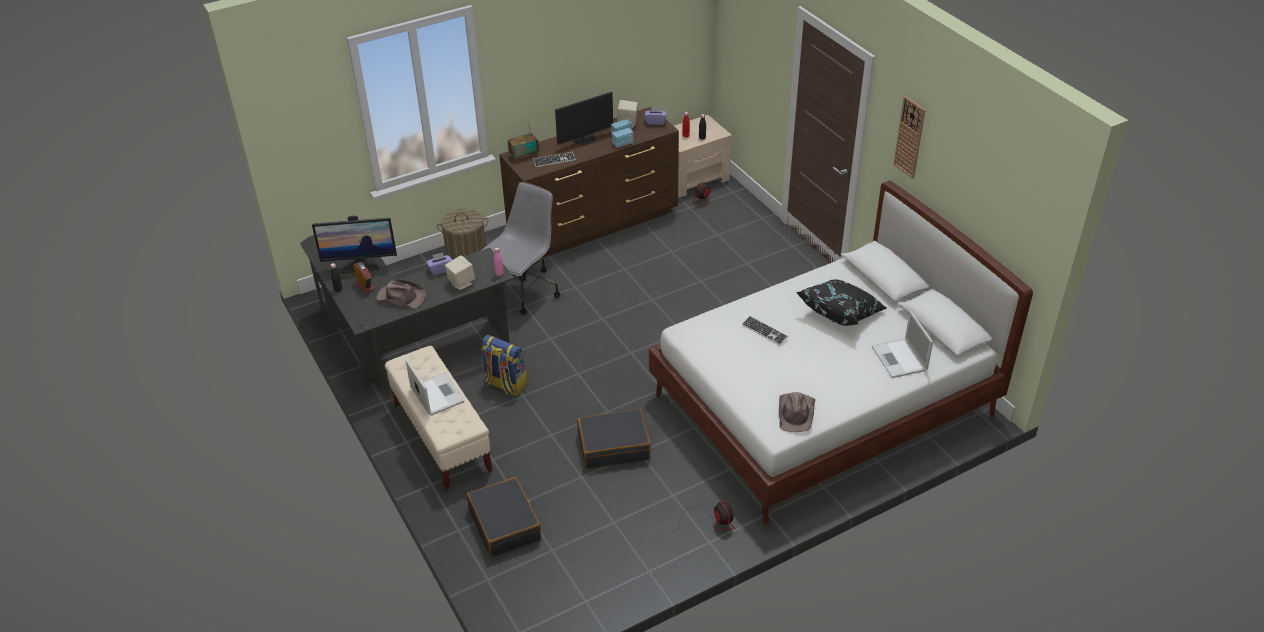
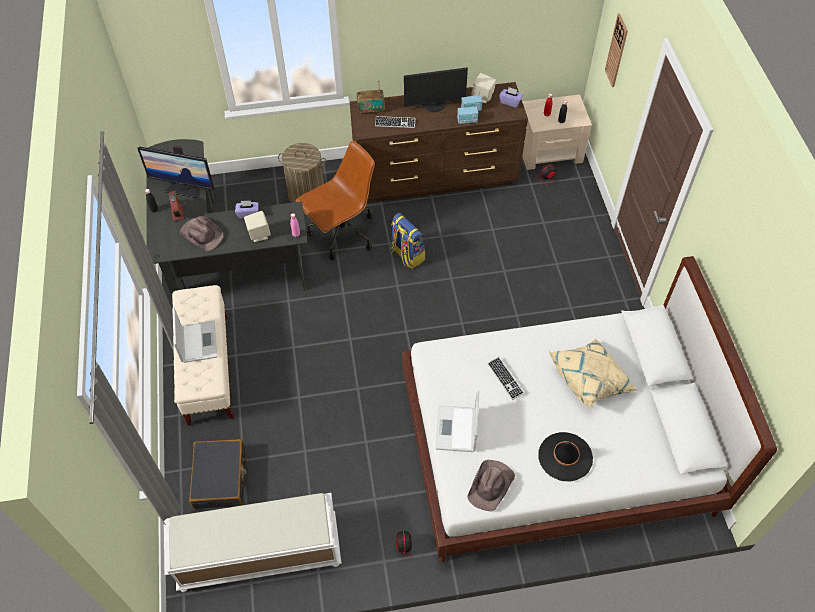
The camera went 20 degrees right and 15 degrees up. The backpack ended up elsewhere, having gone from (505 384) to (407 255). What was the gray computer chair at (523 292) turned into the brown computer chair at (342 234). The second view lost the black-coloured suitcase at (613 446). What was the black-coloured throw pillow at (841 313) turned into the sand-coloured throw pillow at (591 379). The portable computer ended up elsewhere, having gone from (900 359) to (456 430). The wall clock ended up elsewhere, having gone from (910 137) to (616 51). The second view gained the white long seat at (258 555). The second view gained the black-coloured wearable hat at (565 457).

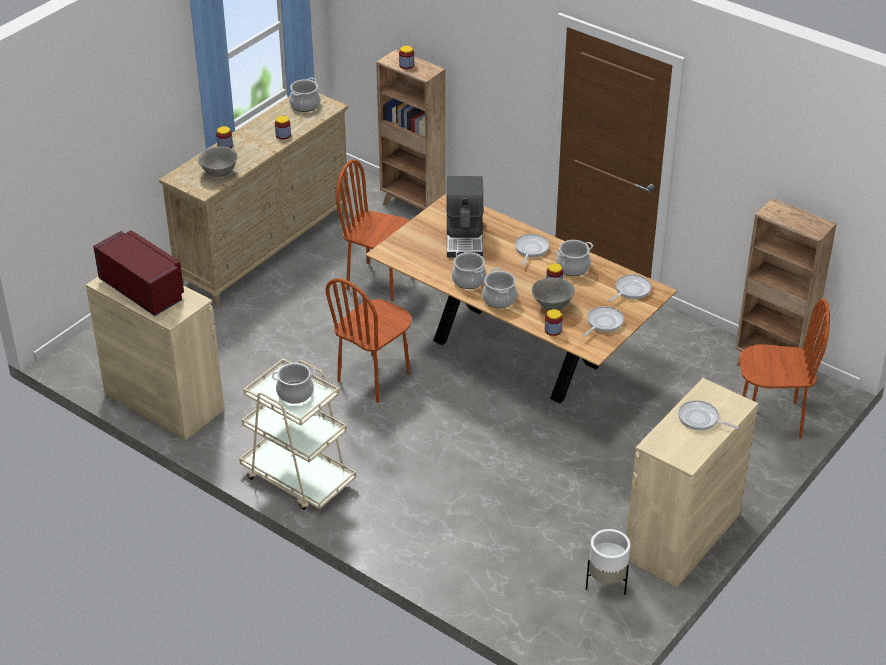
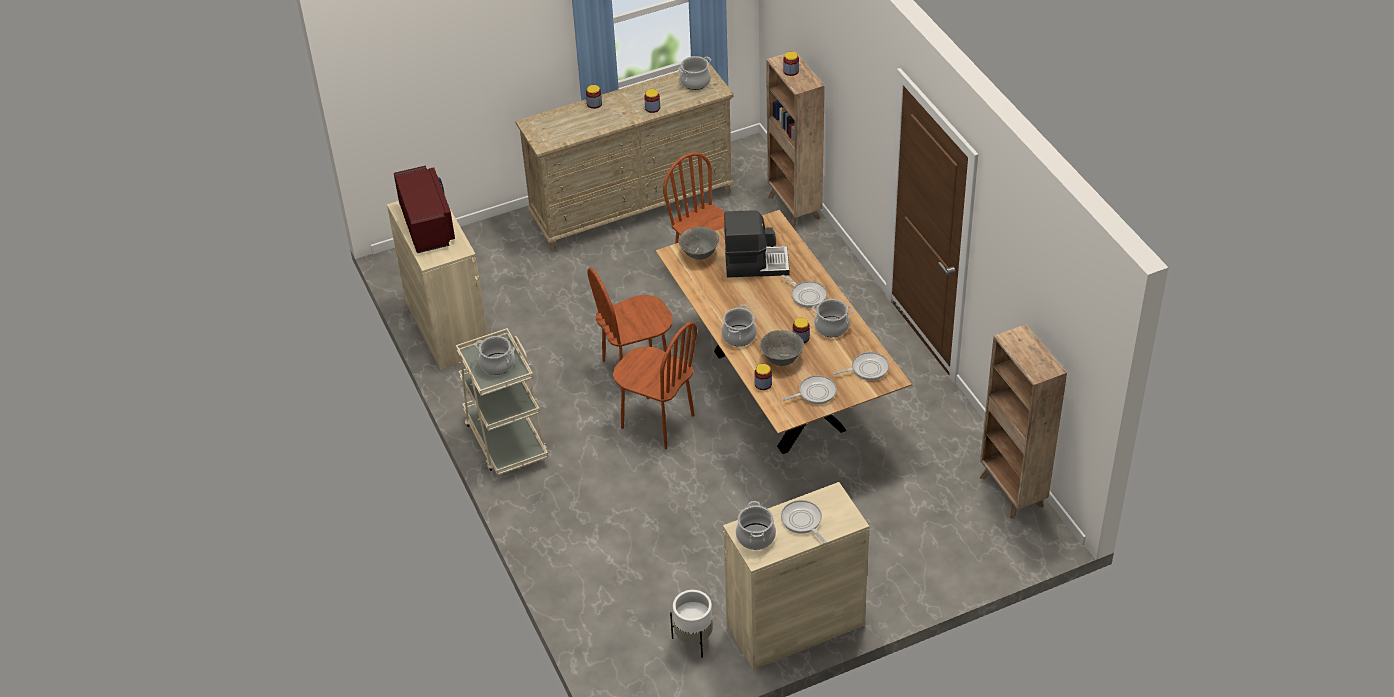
The camera went 30 degrees right and 5 degrees up. The gray serving bowl ended up elsewhere, having gone from (219 173) to (699 254). The coffee brewer at (465 238) ended up facing another way, 120 degrees counterclockwise from before. The cooking pot ended up elsewhere, having gone from (468 280) to (755 536). The pan at (531 249) ended up facing another way, 90 degrees clockwise from before. The brown upright chair ended up elsewhere, having gone from (771 419) to (657 422).

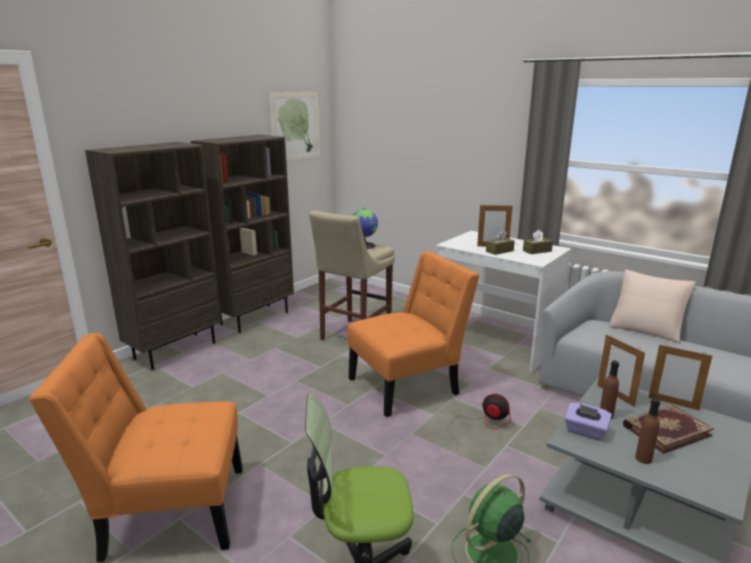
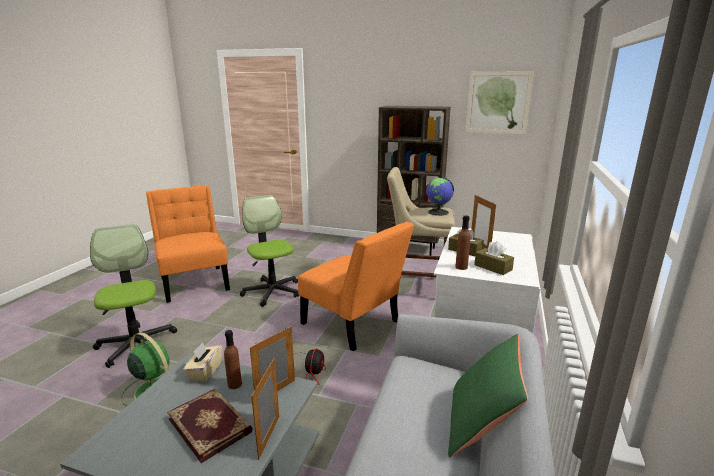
The camera went 70 degrees right and 0 degrees up. The second view lost the brown bookcase at (175 350). What was the purplish tissue holder at (585 431) turned into the sand-coloured tissue holder at (205 372). What was the sand-coloured throw pillow at (646 328) turned into the green throw pillow at (481 425). The brown beverage bottle ended up elsewhere, having gone from (643 459) to (461 267). The second view gained the computer chair at (272 292).

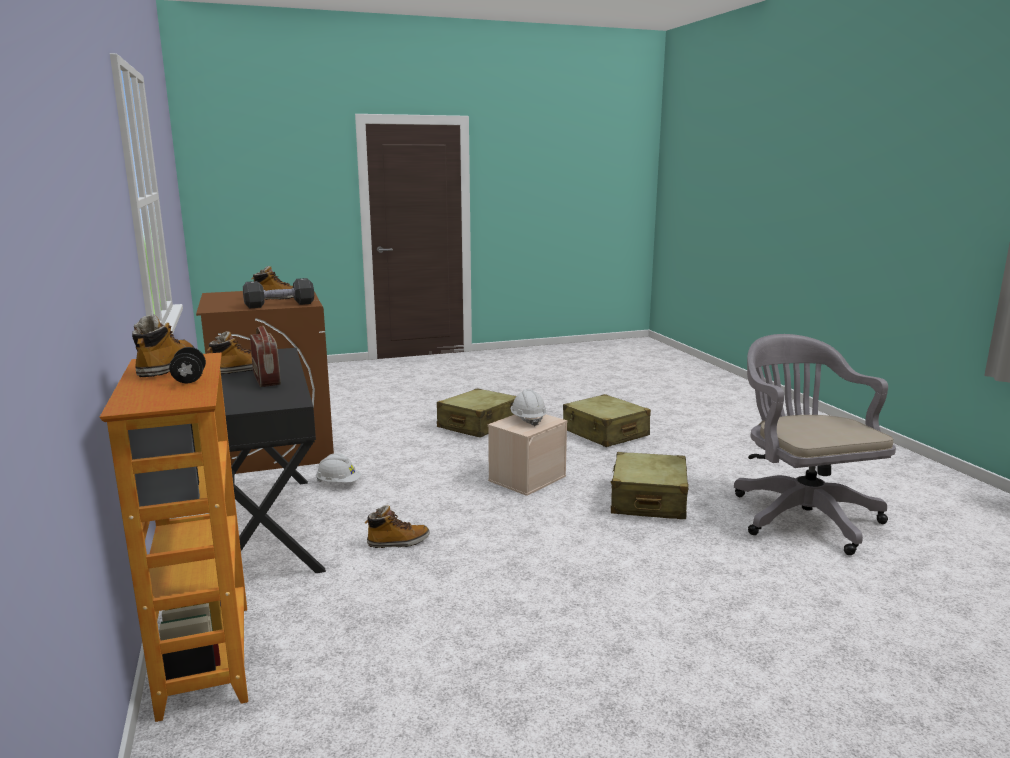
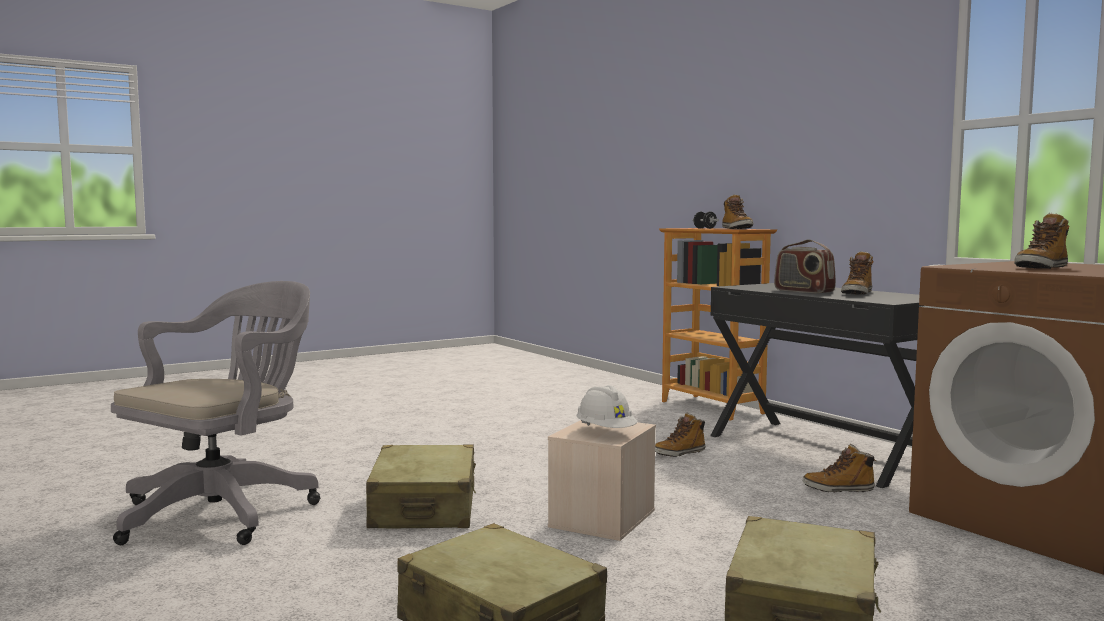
The camera went 165 degrees right and 10 degrees down. The second view lost the black-coloured hand weight at (279 305). Where the white safety helmet stood at (339 483), the tall boot came to stand at (838 489). The gray computer chair at (800 514) ended up facing another way, 120 degrees counterclockwise from before.

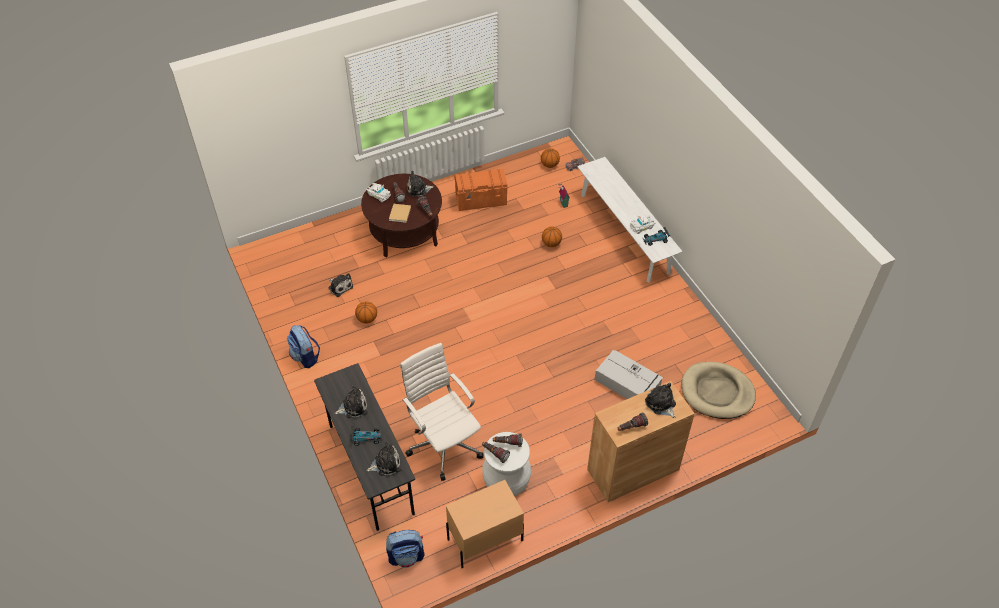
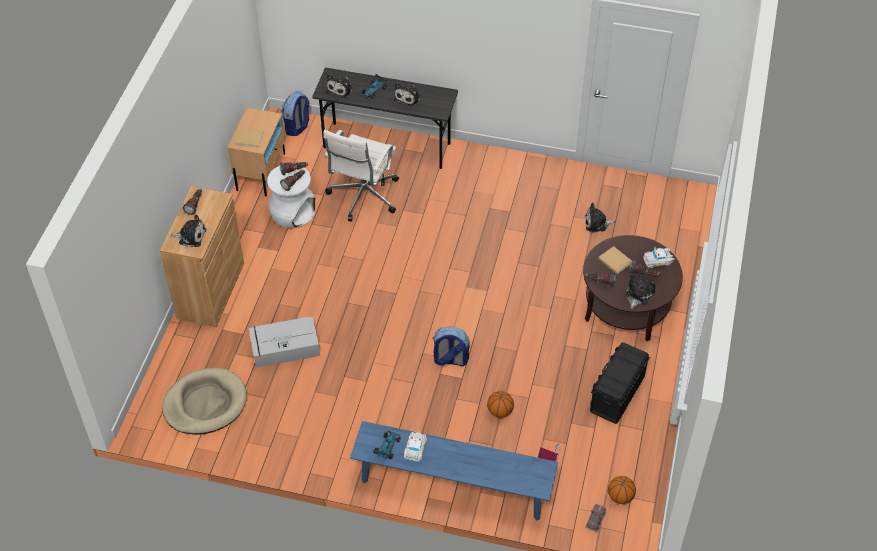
The camera went 130 degrees right and 0 degrees up. The backpack ended up elsewhere, having gone from (305 357) to (450 360). The second view lost the basketball ball at (367 319). The white computer chair at (444 443) ended up facing another way, 105 degrees clockwise from before. What was the orangey storage container at (481 201) turned into the black-coloured storage container at (616 395). What was the white long seat at (624 233) turned into the bluish long seat at (453 486). The second view gained the sand-coloured bound book at (250 139).

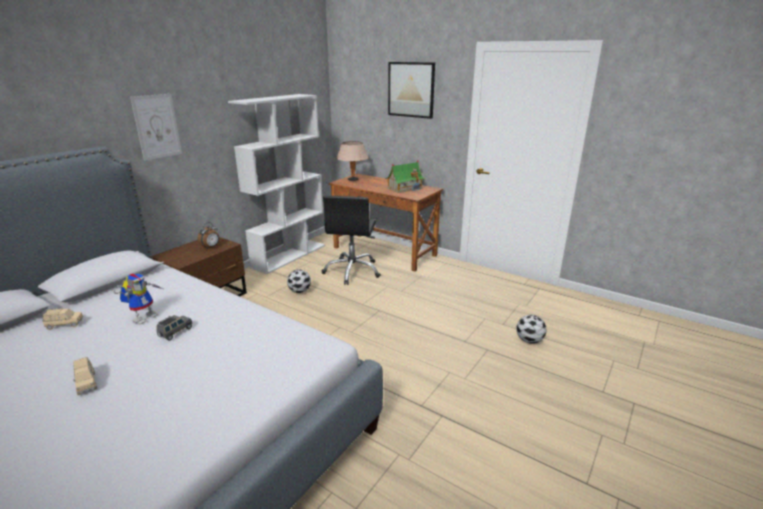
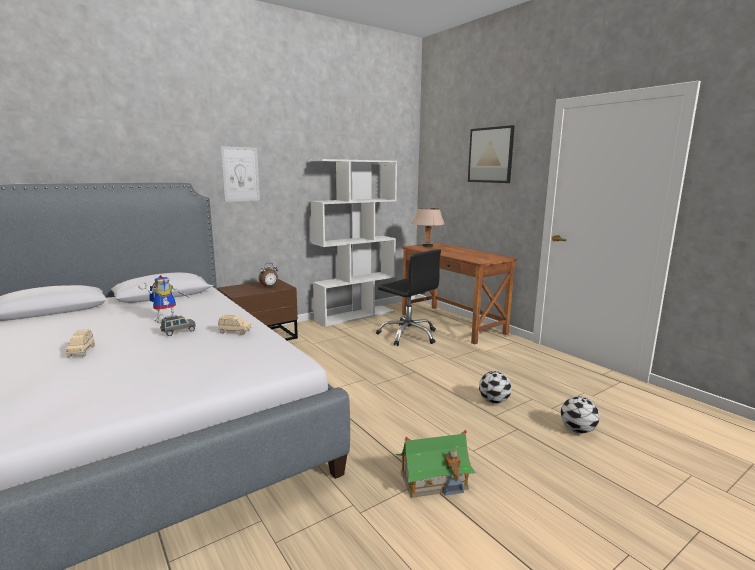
The camera went 20 degrees right and 10 degrees down. The sand-coloured miniature car ended up elsewhere, having gone from (64 325) to (234 332). The ball for football ended up elsewhere, having gone from (300 291) to (494 401). The black-coloured computer chair at (352 271) ended up facing another way, 75 degrees counterclockwise from before. The toy house ended up elsewhere, having gone from (405 188) to (434 480).

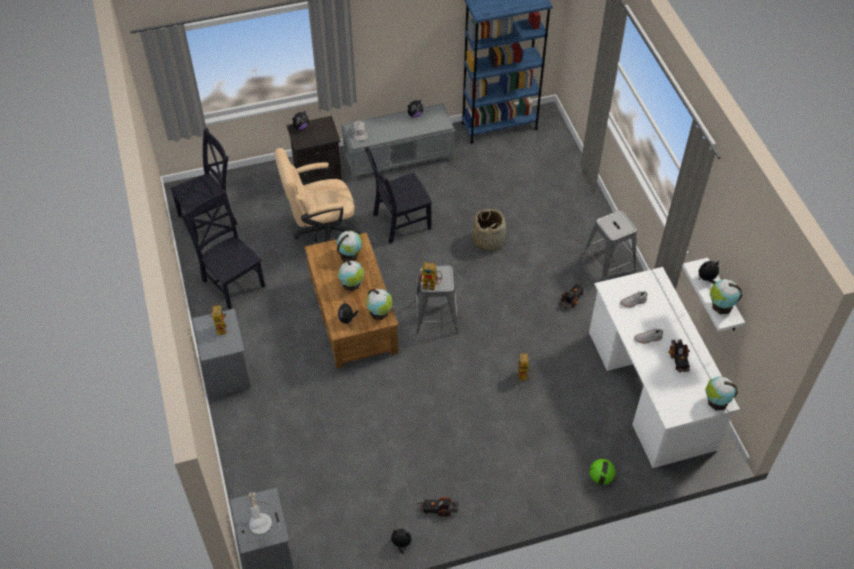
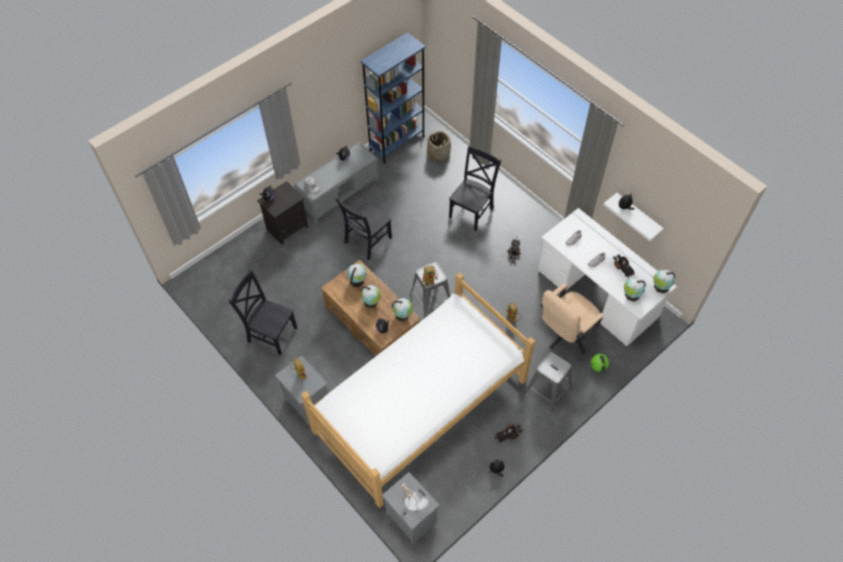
The camera went 25 degrees left and 5 degrees up. The black-coloured upright chair ended up elsewhere, having gone from (210 219) to (472 211). The sand-coloured computer chair ended up elsewhere, having gone from (321 231) to (565 335). The household basket ended up elsewhere, having gone from (488 240) to (438 154). The gray sitting stool ended up elsewhere, having gone from (607 264) to (547 390). The world globe ended up elsewhere, having gone from (720 306) to (631 295). The second view gained the bedroom bed at (420 405).

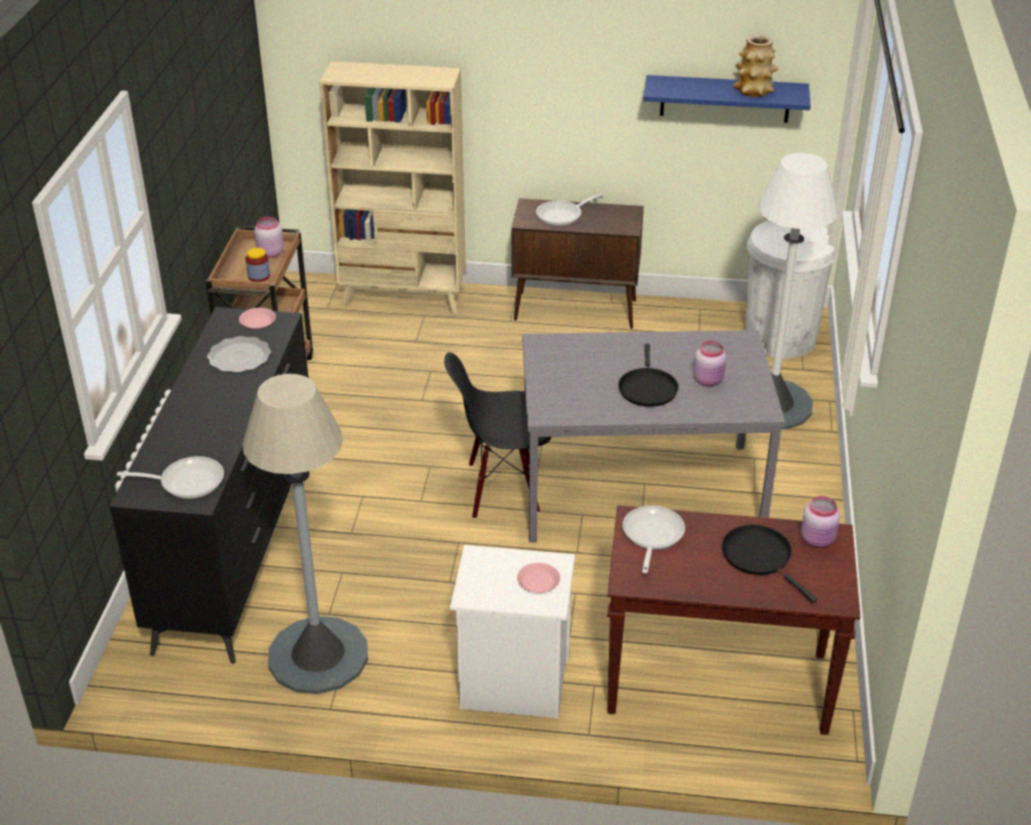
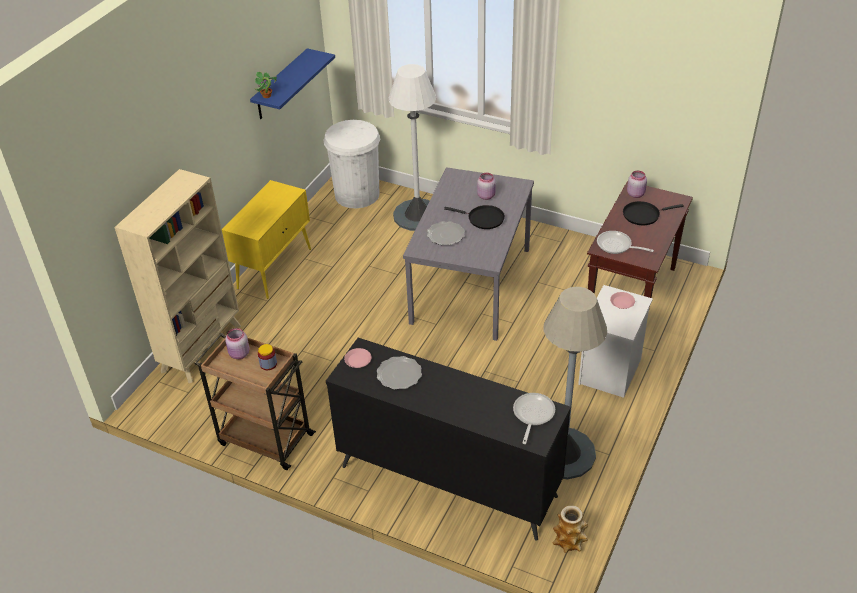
The camera went 70 degrees left and 5 degrees up. The second view lost the black-coloured upright chair at (502 489). What was the brown cupboard at (576 310) turned into the yellow cupboard at (275 268). The second view lost the pan at (563 215). The decorative vase ended up elsewhere, having gone from (753 91) to (569 541). The second view gained the houseplant at (266 96). The second view gained the plate at (445 235).

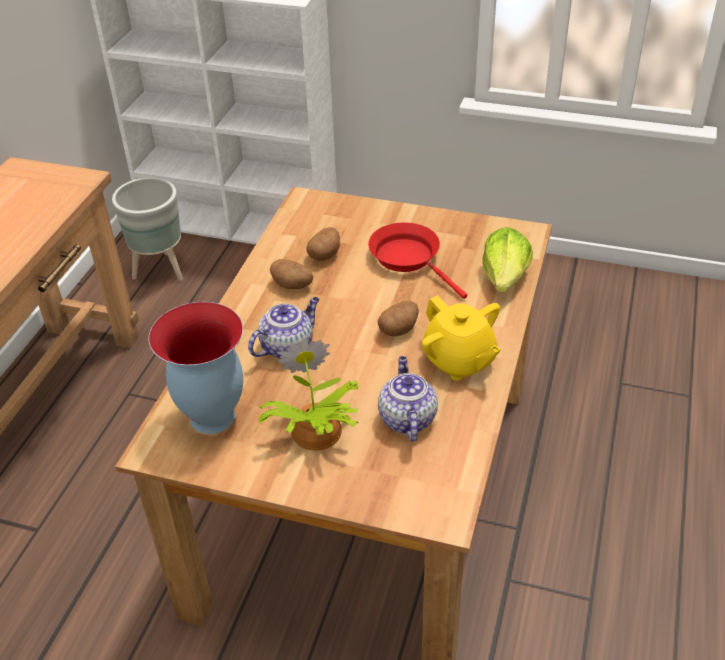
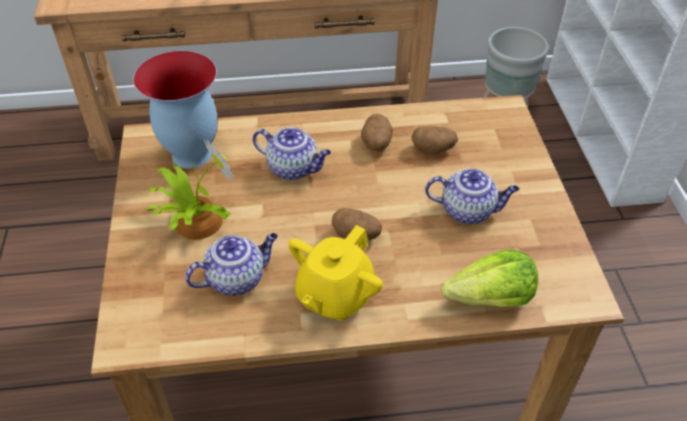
The camera went 65 degrees right and 5 degrees up. Where the red pan stood at (409 259), the tea pot came to stand at (468 211).

